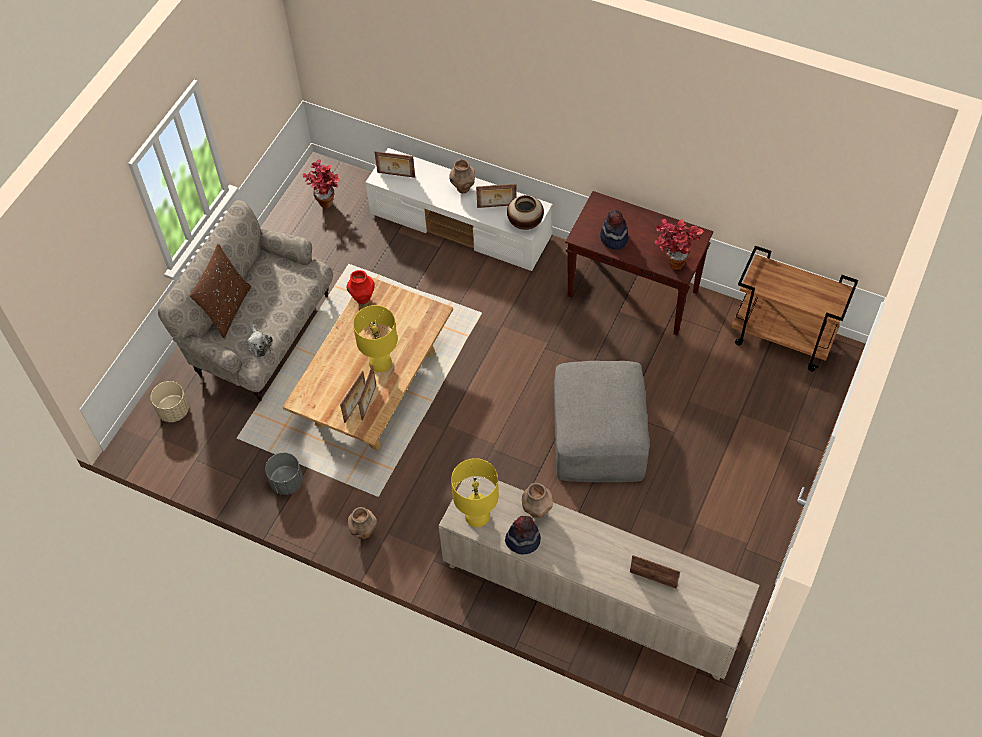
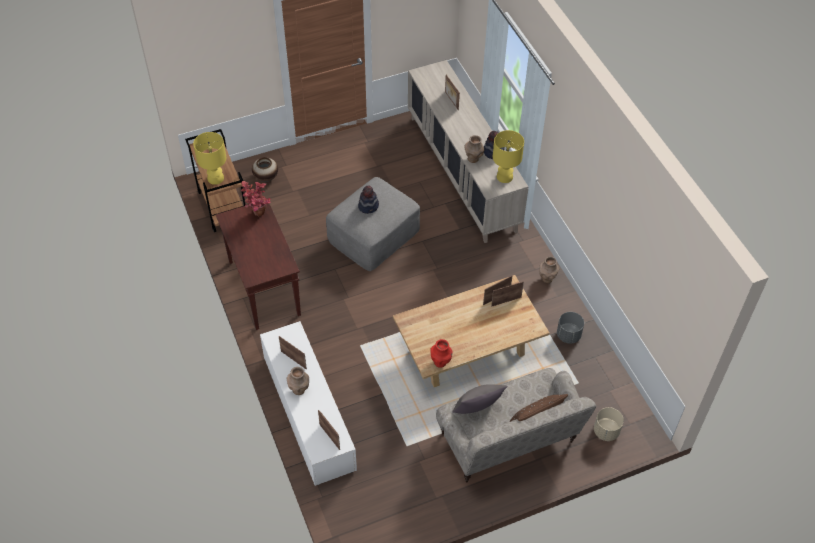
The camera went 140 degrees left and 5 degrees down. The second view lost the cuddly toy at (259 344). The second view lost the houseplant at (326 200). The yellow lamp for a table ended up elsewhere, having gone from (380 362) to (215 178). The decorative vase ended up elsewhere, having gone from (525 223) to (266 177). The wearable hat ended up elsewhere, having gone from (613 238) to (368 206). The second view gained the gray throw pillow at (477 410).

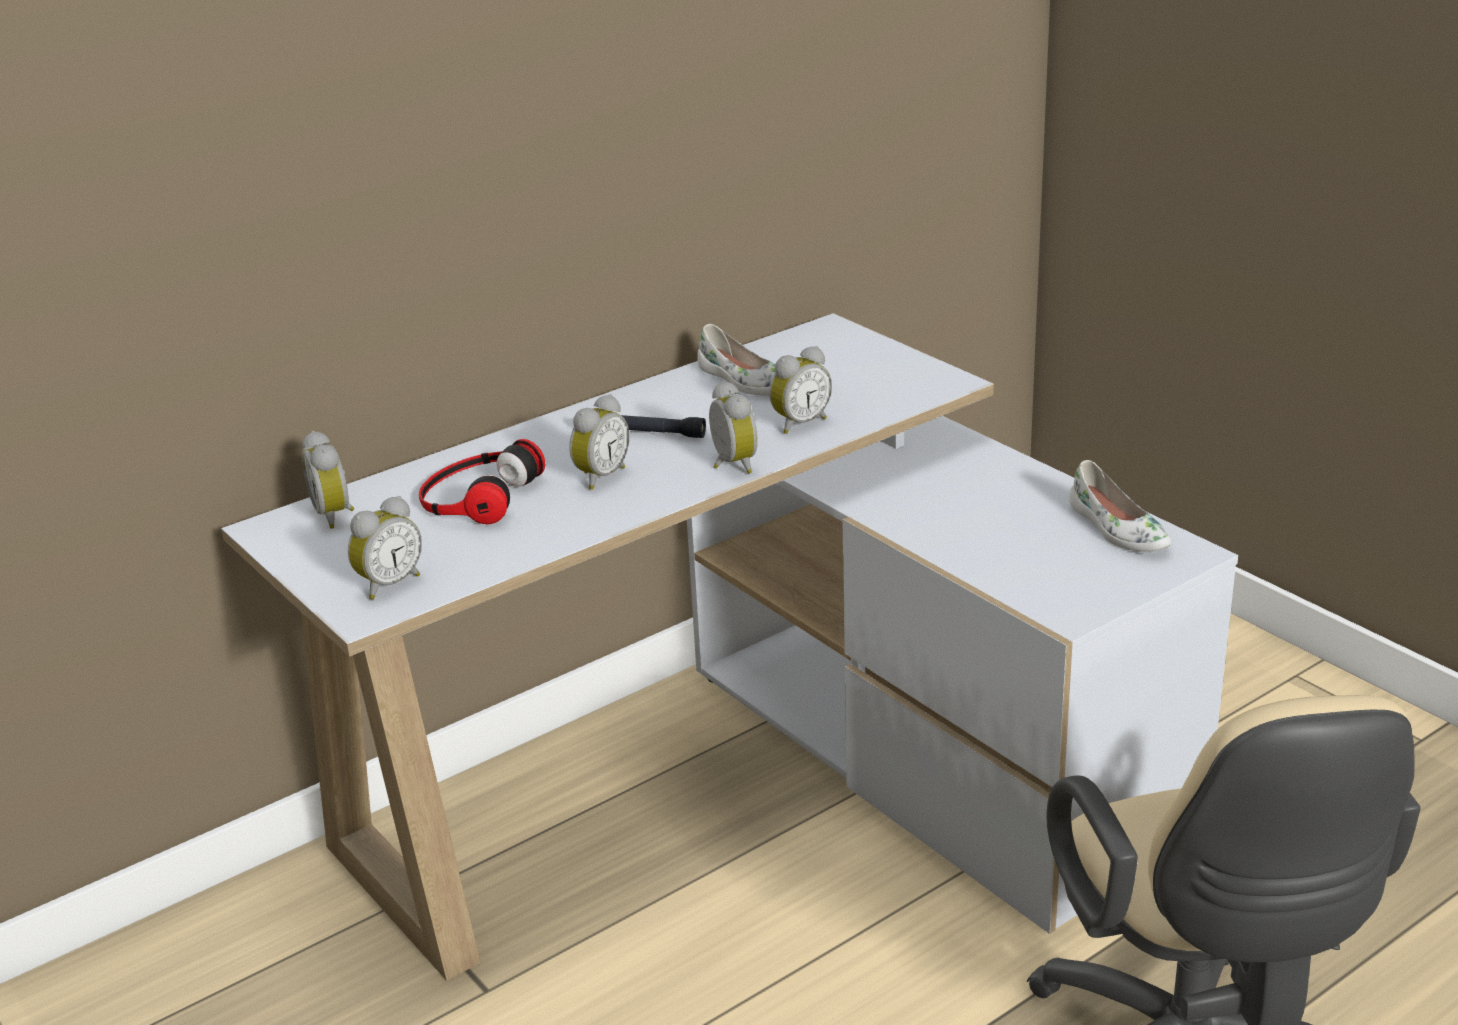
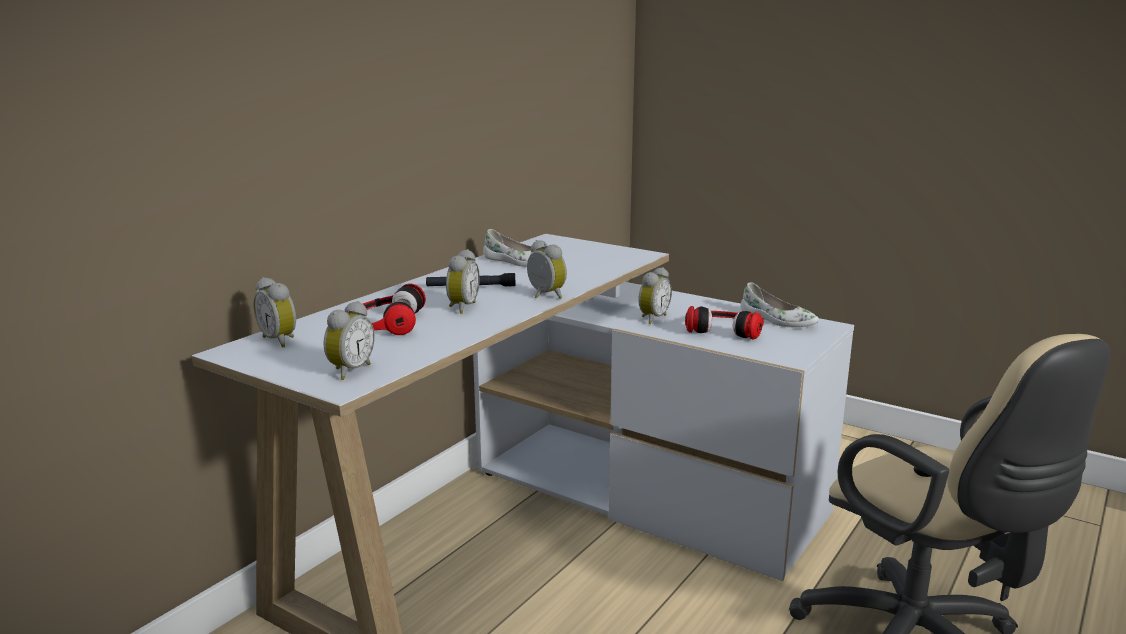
The camera went 20 degrees left and 10 degrees down. The alarm clock ended up elsewhere, having gone from (799 423) to (652 318). The second view gained the pair of headphones at (725 328).

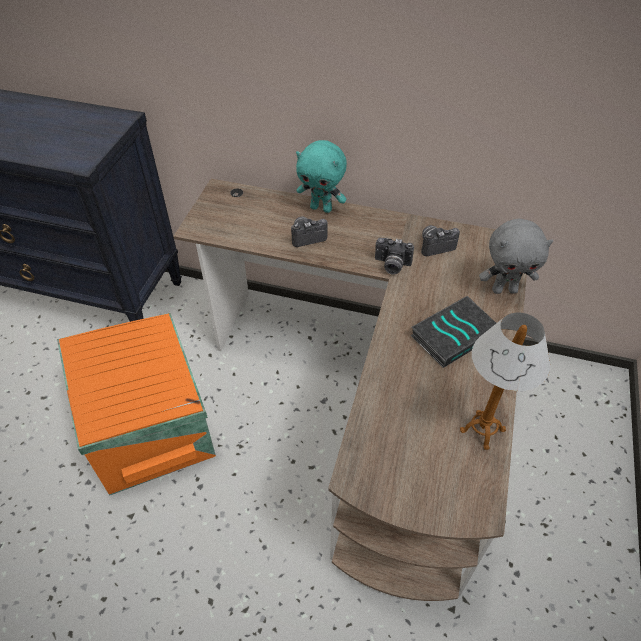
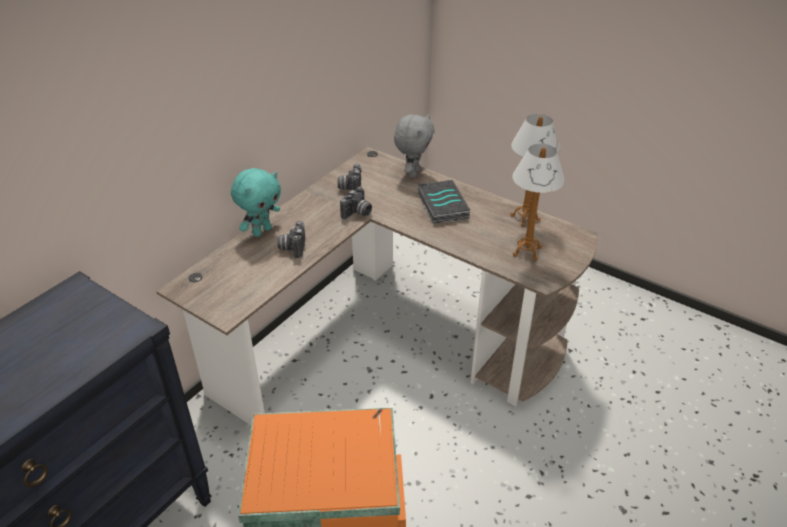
The camera went 70 degrees left and 10 degrees down. The second view gained the lamp for a table at (527 251).

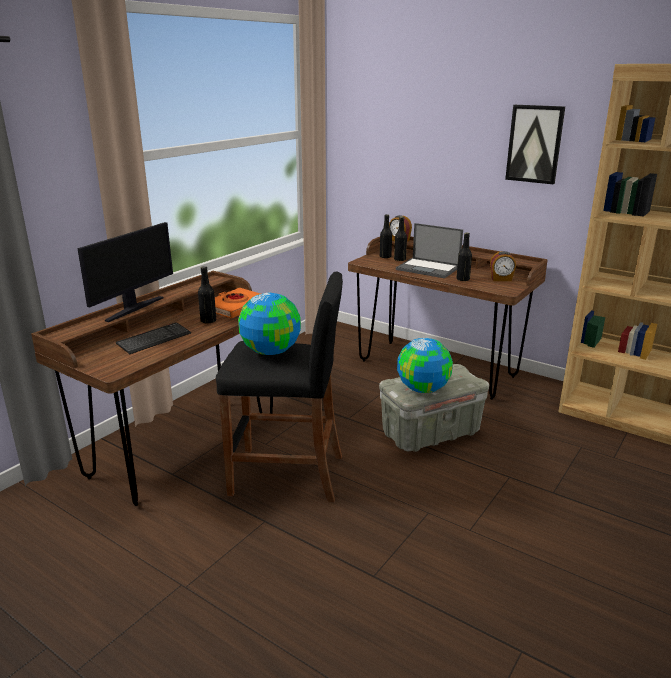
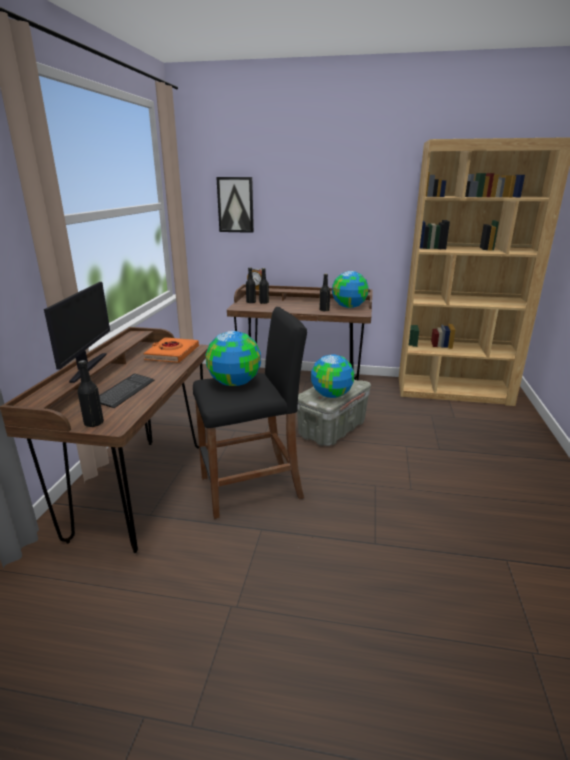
The camera went 25 degrees left and 0 degrees up. The black-coloured beverage bottle ended up elsewhere, having gone from (208 321) to (94 423). The second view lost the portable computer at (429 268). Where the alarm clock stood at (501 279), the world globe came to stand at (349 307). The wall art ended up elsewhere, having gone from (534 144) to (235 205).

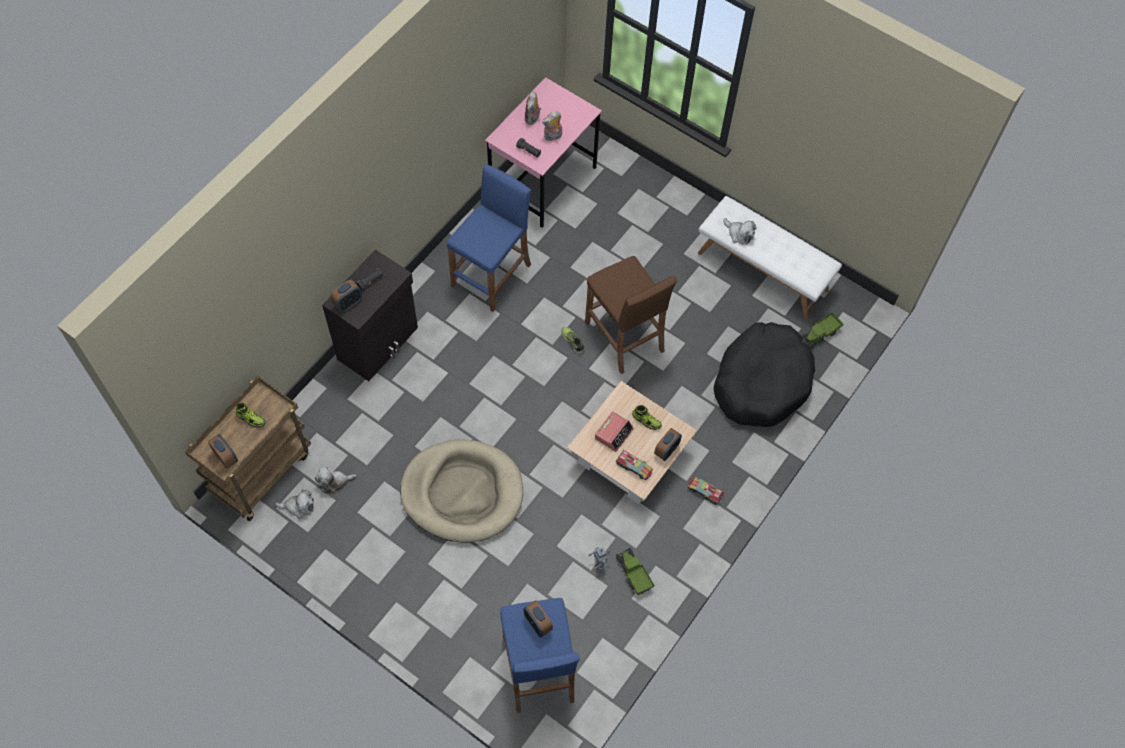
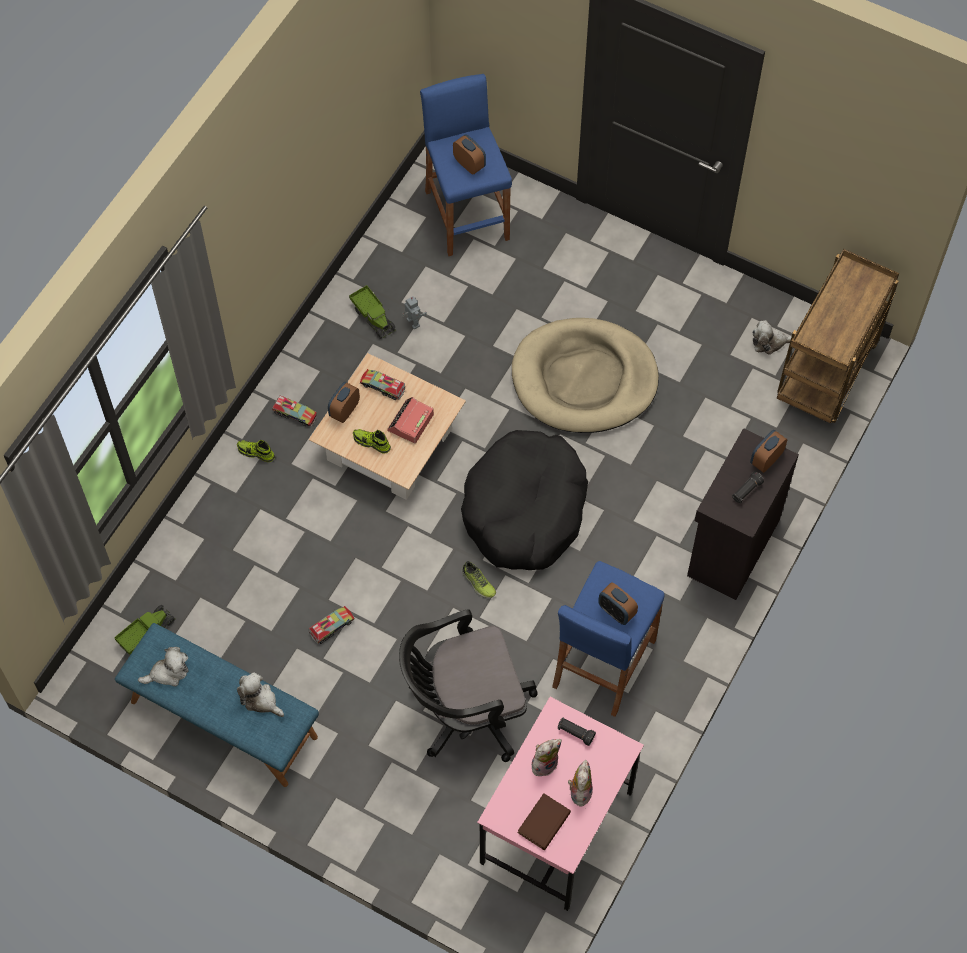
The camera went 175 degrees right and 0 degrees up. The alarm clock ended up elsewhere, having gone from (226 457) to (616 611). The shoe ended up elsewhere, having gone from (251 418) to (256 453). The cuddly toy ended up elsewhere, having gone from (334 482) to (168 672). The second view lost the brown sitting stool at (624 337). What was the white long seat at (763 271) turned into the bluish long seat at (223 720). The black-coloured dog bed ended up elsewhere, having gone from (761 382) to (525 510). The second view gained the toy truck at (332 627). The second view gained the black-coloured computer chair at (465 710). The second view gained the brown bound book at (544 823).

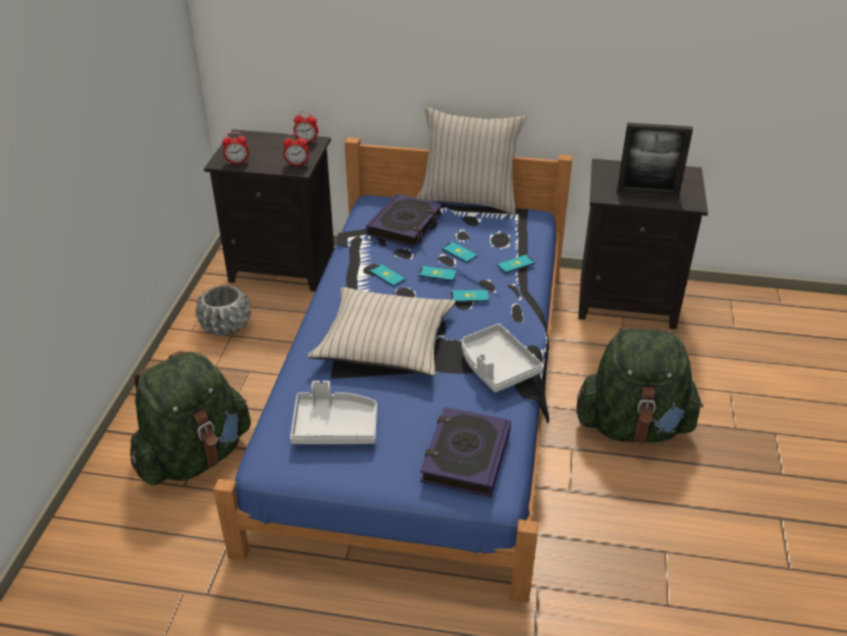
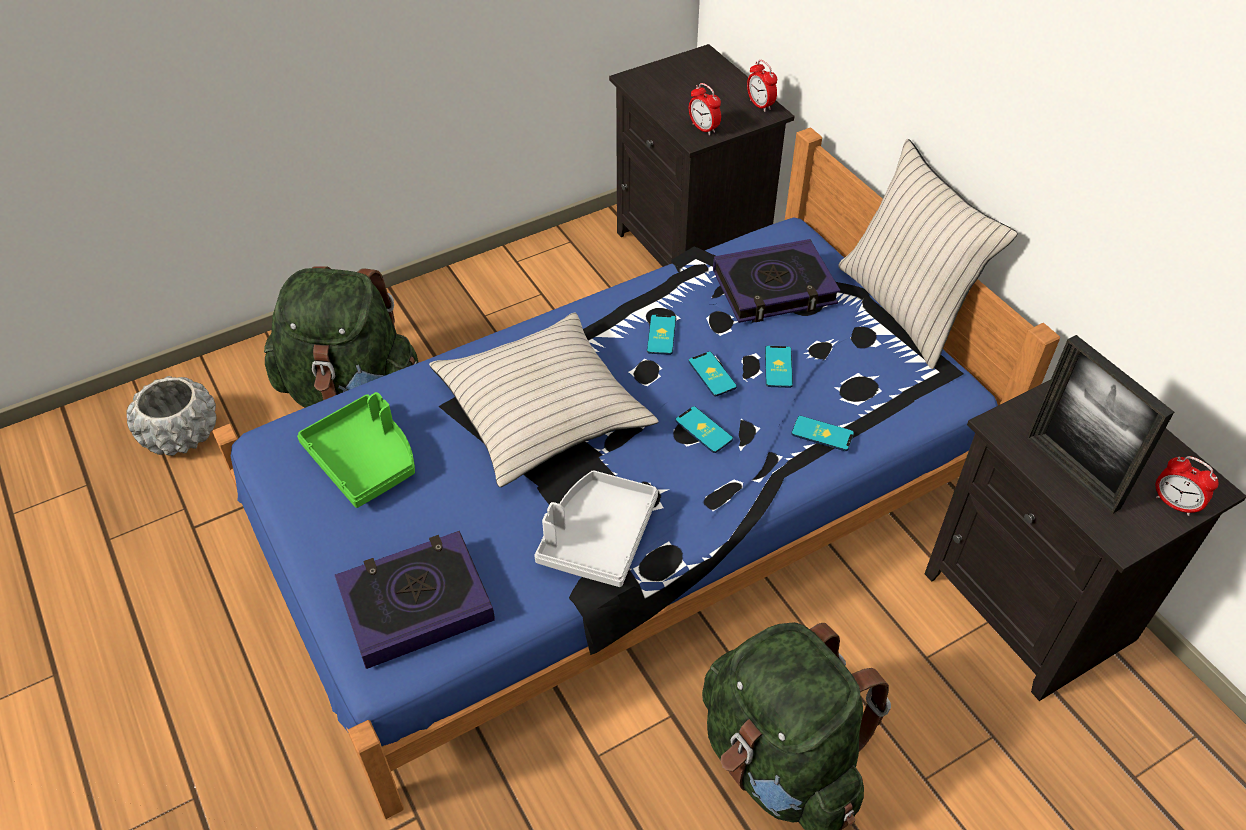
The camera went 50 degrees right and 10 degrees up. The gray plant pot ended up elsewhere, having gone from (225 326) to (180 435). The alarm clock ended up elsewhere, having gone from (237 162) to (1174 504). What was the gray serving tray at (335 427) turned into the green serving tray at (365 460).

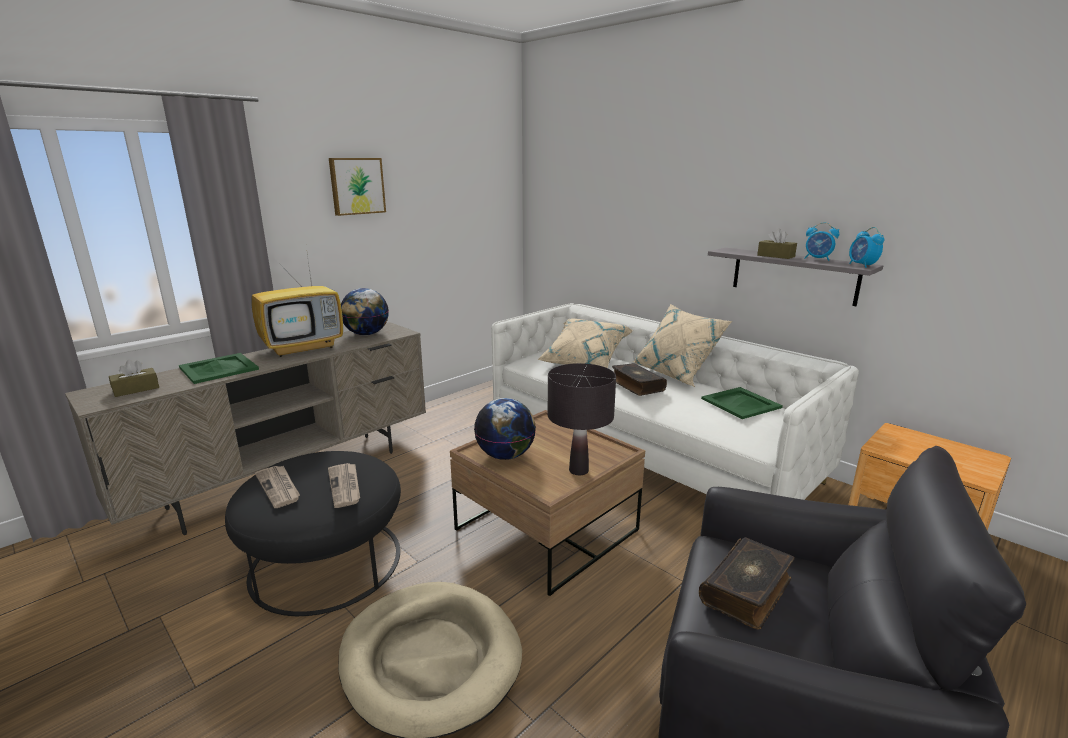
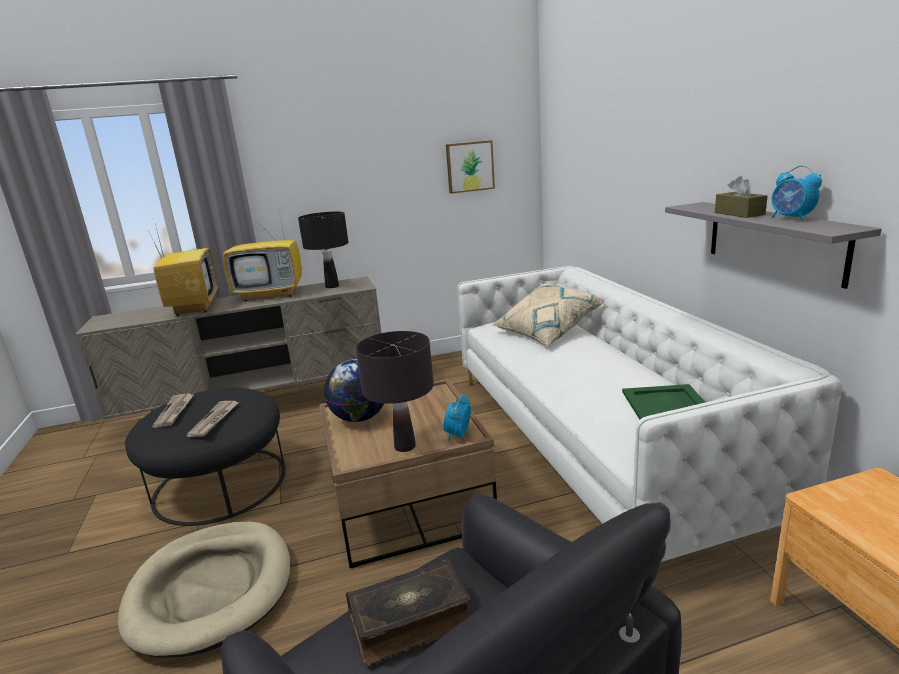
The camera went 30 degrees right and 0 degrees up. The second view lost the brown tissue holder at (136 389). Where the green serving tray stood at (218 368), the TV set came to stand at (194 307). The wall art ended up elsewhere, having gone from (356 186) to (469 166). Where the world globe stood at (366 334), the black-coloured lamp for a table came to stand at (332 286). The second view lost the bound book at (636 385). The second view lost the sand-coloured throw pillow at (676 373). The alarm clock ended up elsewhere, having gone from (862 265) to (458 435).

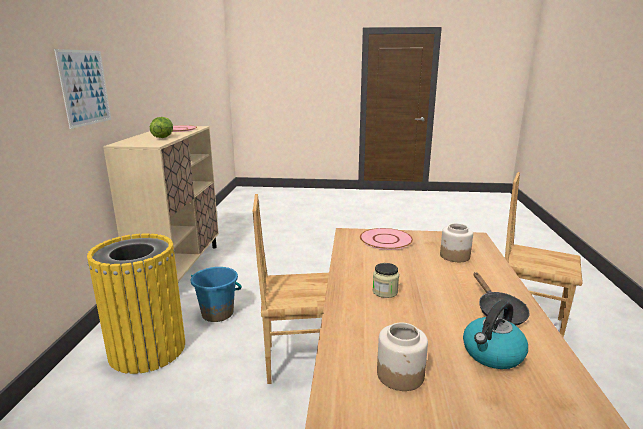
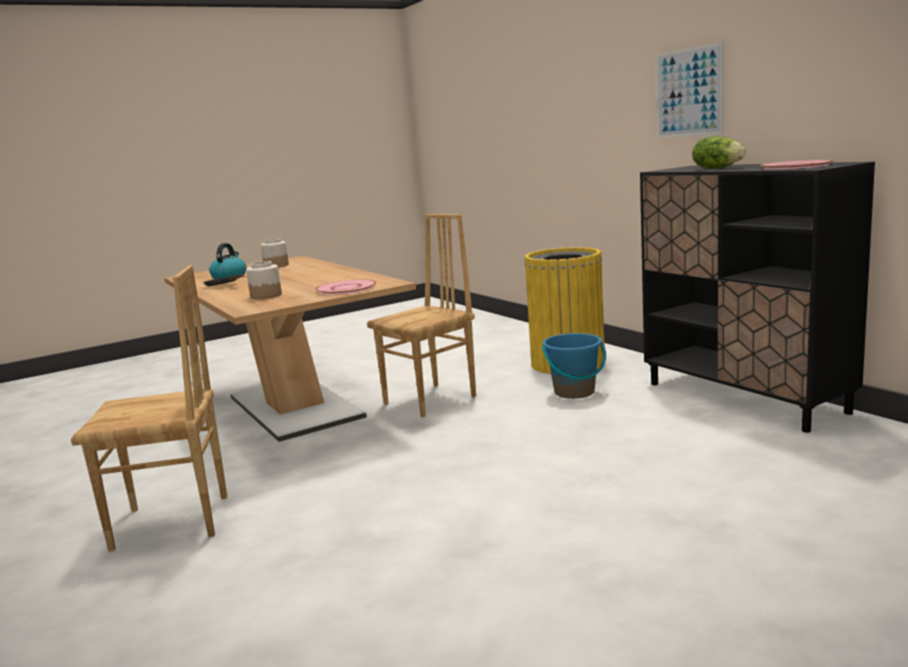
The camera went 145 degrees right and 5 degrees down. What was the sand-coloured cupboard at (180 268) turned into the black-coloured cupboard at (744 397). The second view lost the storage jar at (385 292).

